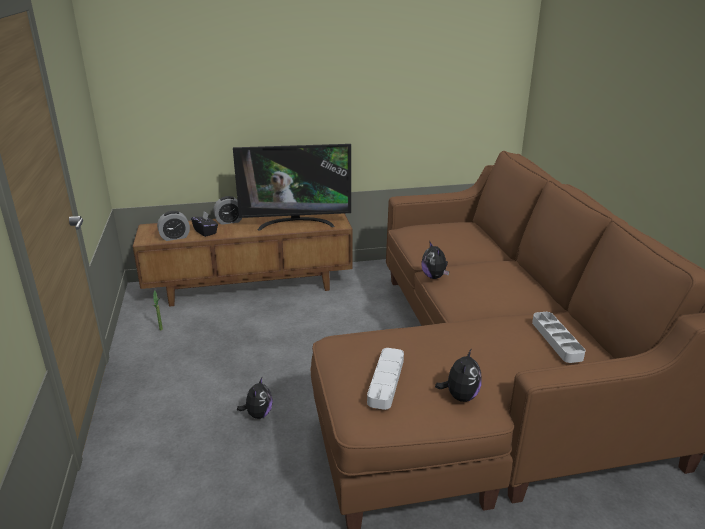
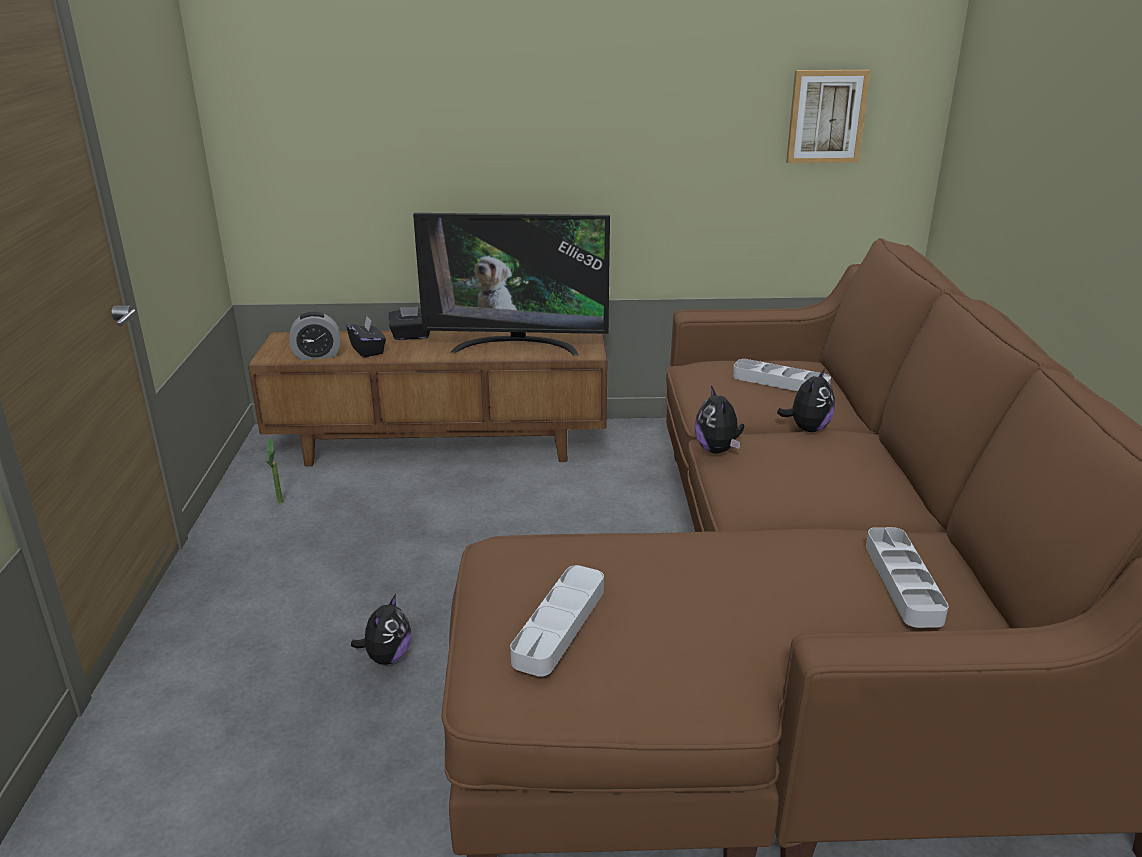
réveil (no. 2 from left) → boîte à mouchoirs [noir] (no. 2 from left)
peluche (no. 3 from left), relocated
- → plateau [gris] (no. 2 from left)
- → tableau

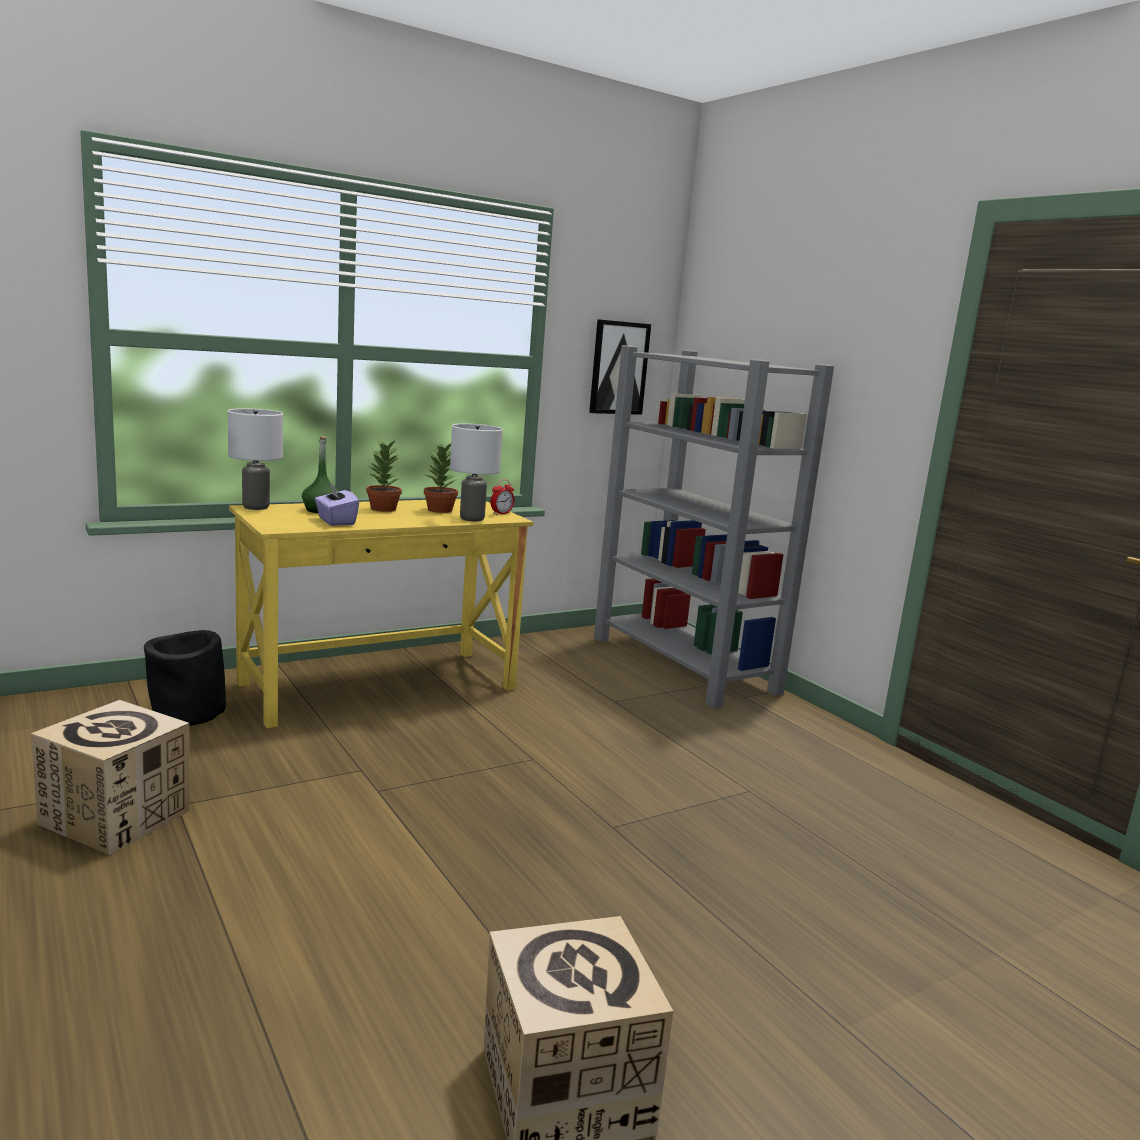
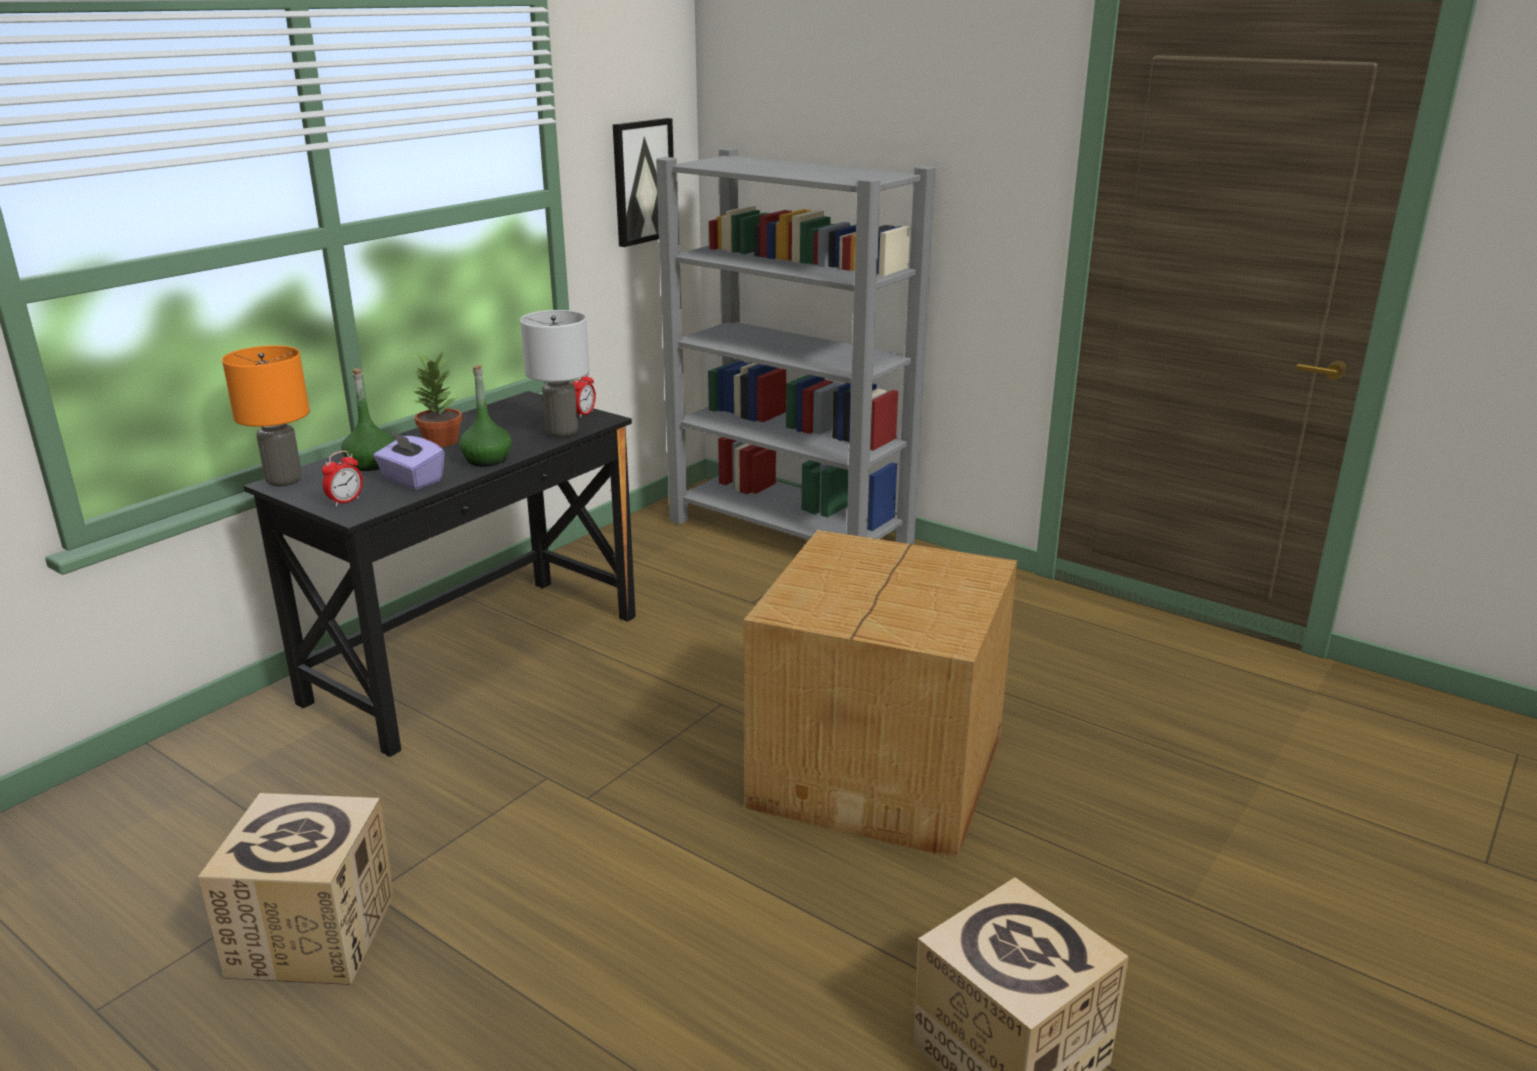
cache-pot [noir] → -
lampe de table [blanc] (no. 1 from left) → lampe de table [orange]
bureau [jaune] → bureau [noir]
plante en pot (no. 2 from left) → -
- → réveil (no. 1 from left)
- → bouteille [vert] (no. 2 from left)
- → carton (no. 2 from left)

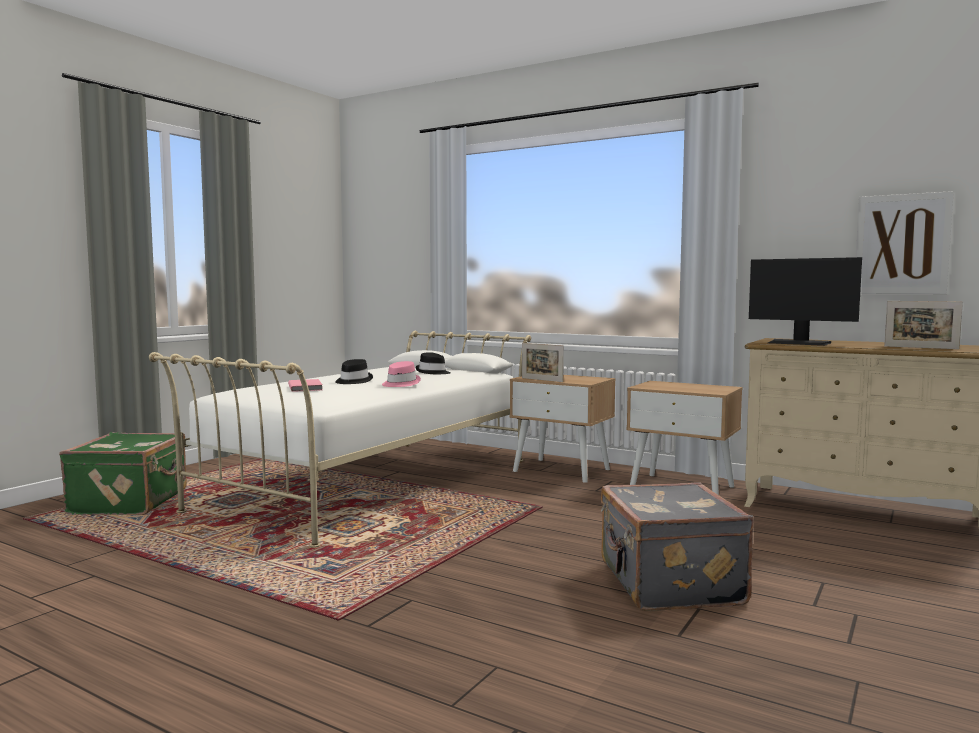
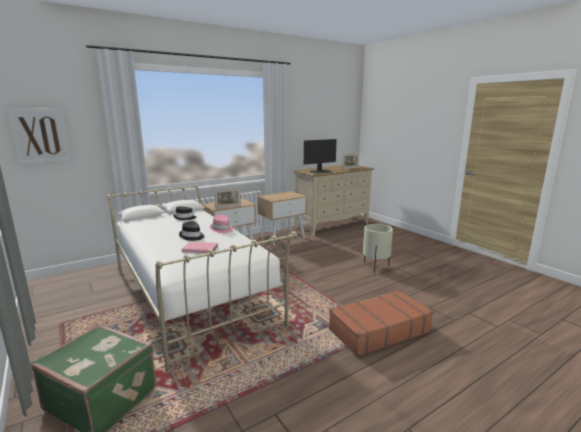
valise [gris] → cache-pot [beige]
tableau, relocated
- → valise [marron]

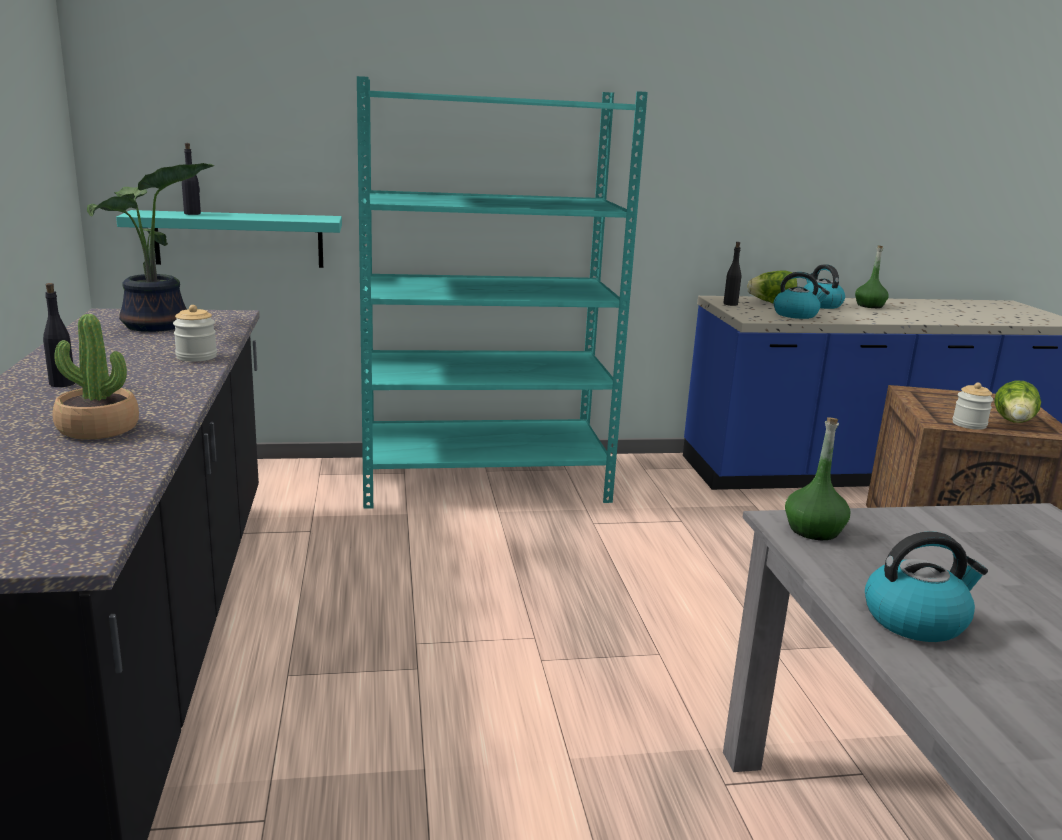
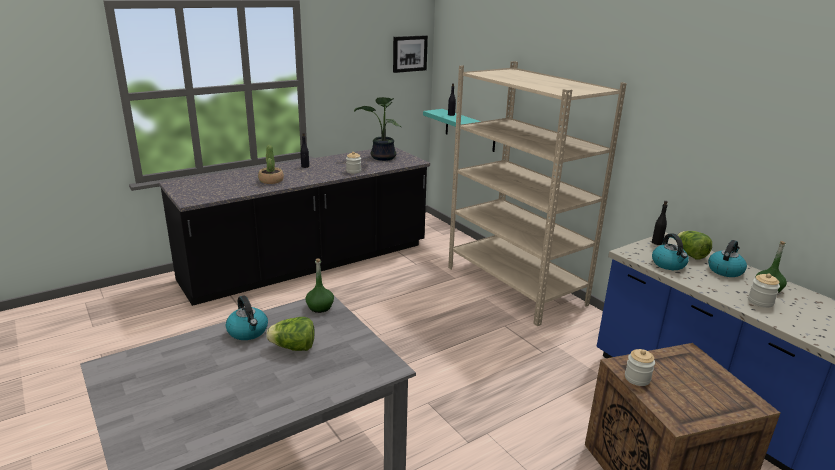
bibliothèque [turquoise] → bibliothèque [beige]
laitue (no. 2 from left in the first image) → laitue (no. 1 from left), relocated
- → tableau
- → bocal (no. 3 from left)

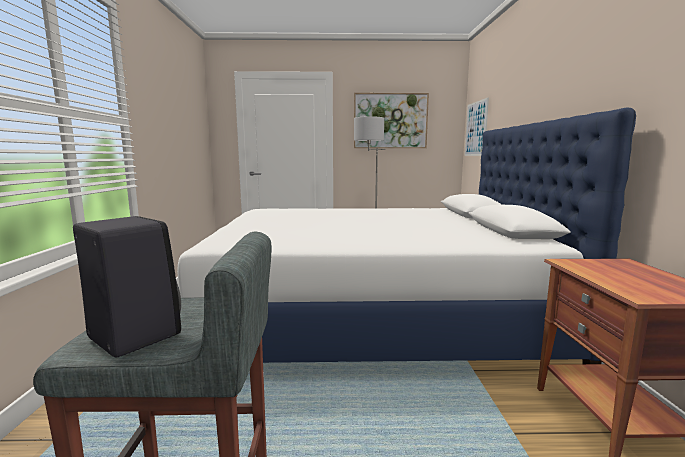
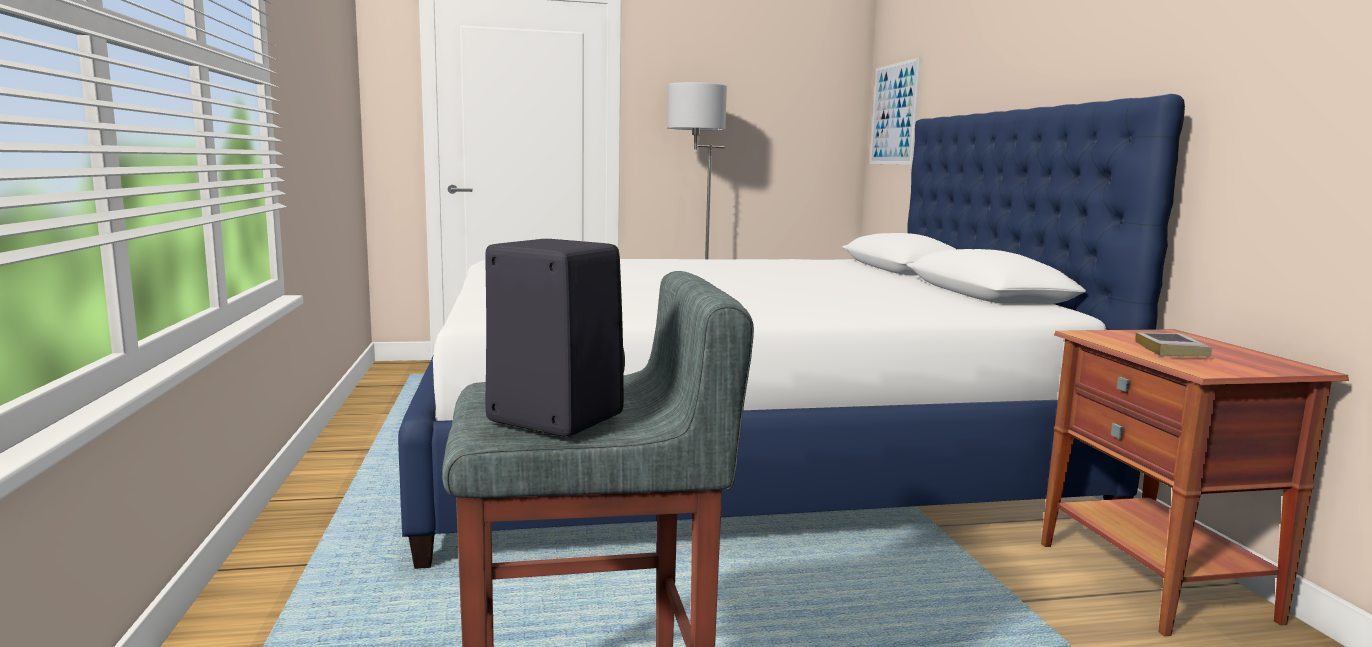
tableau (no. 1 from left) → -
- → livre

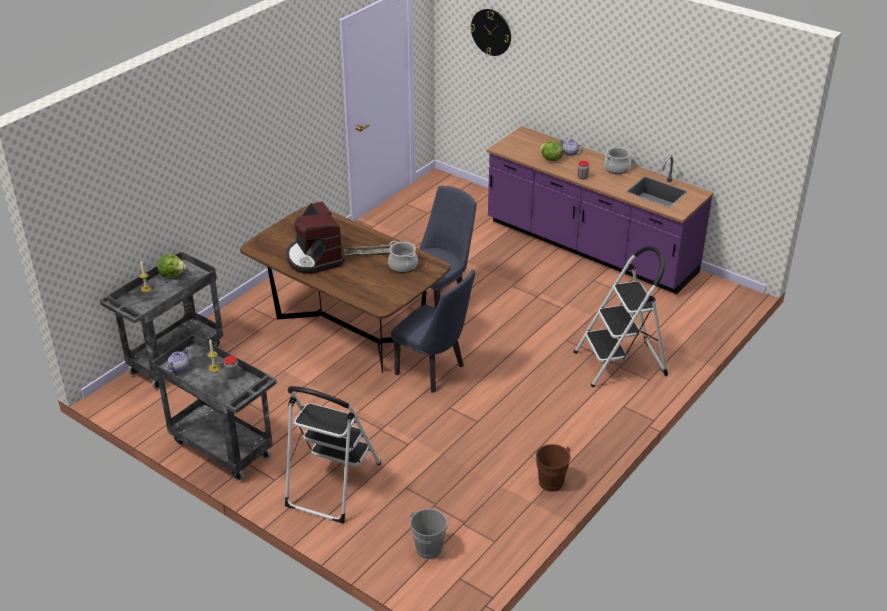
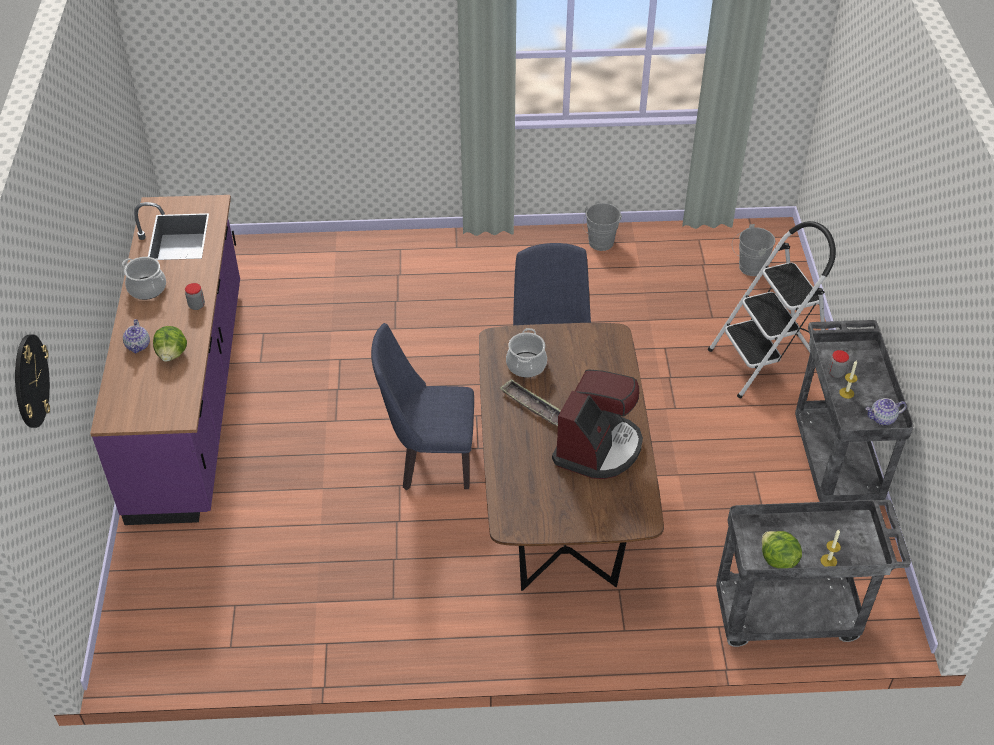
seau [marron] → seau [gris] (no. 1 from left)
escabeau (no. 2 from left) → -

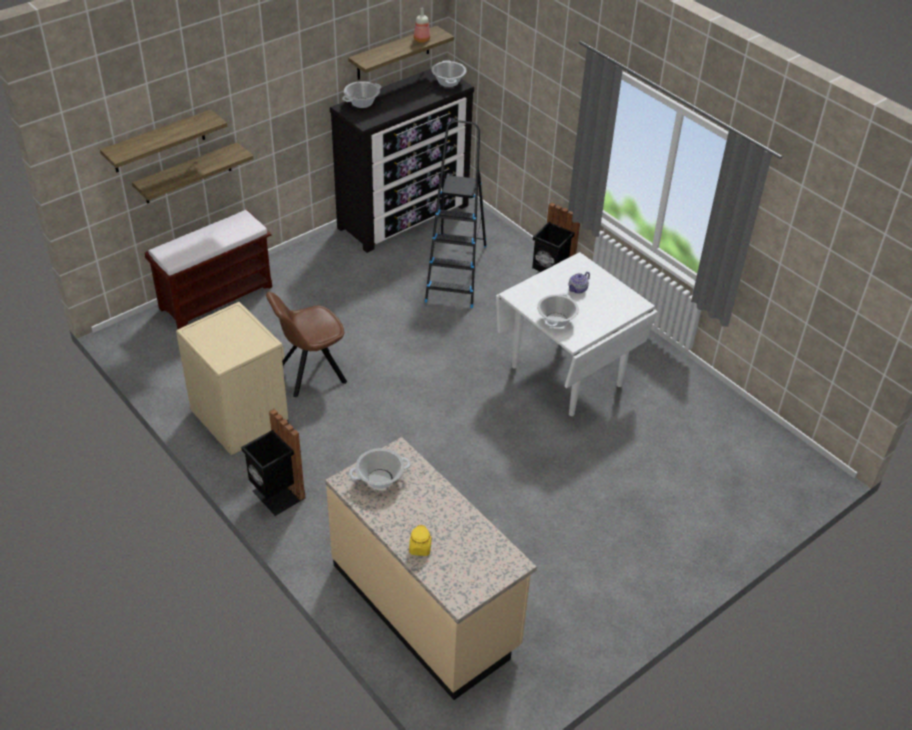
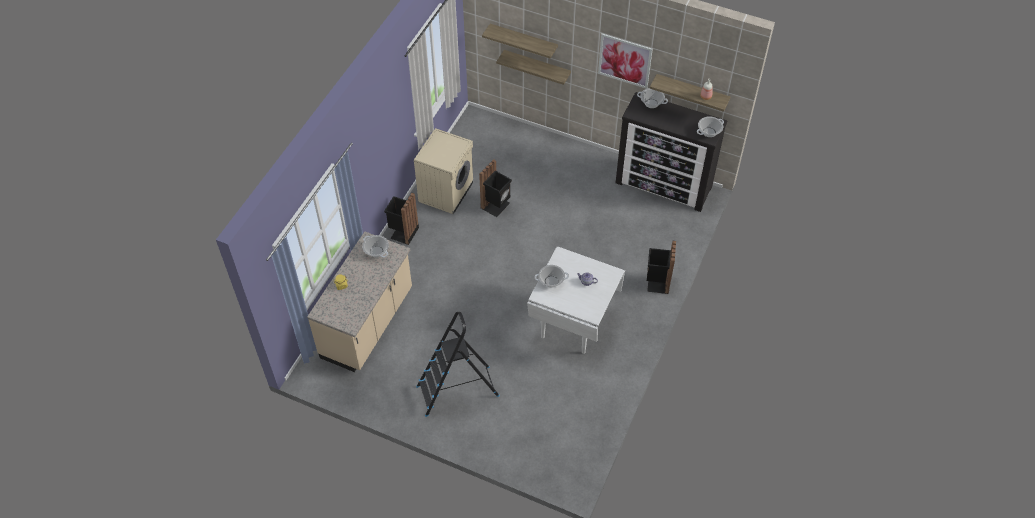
banc [marron] → -
chaise [marron] → poubelle [noir] (no. 2 from left)
escabeau [noir], relocated
- → tableau

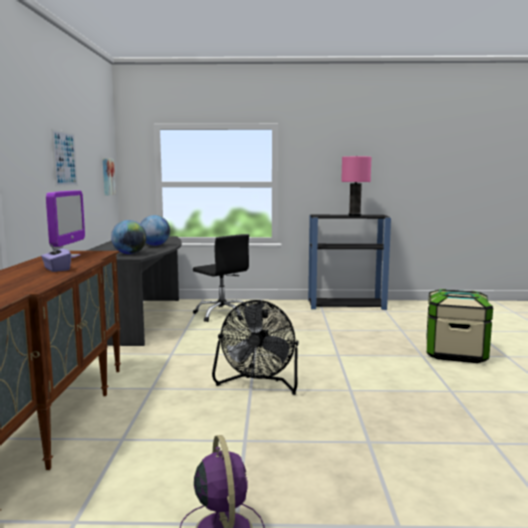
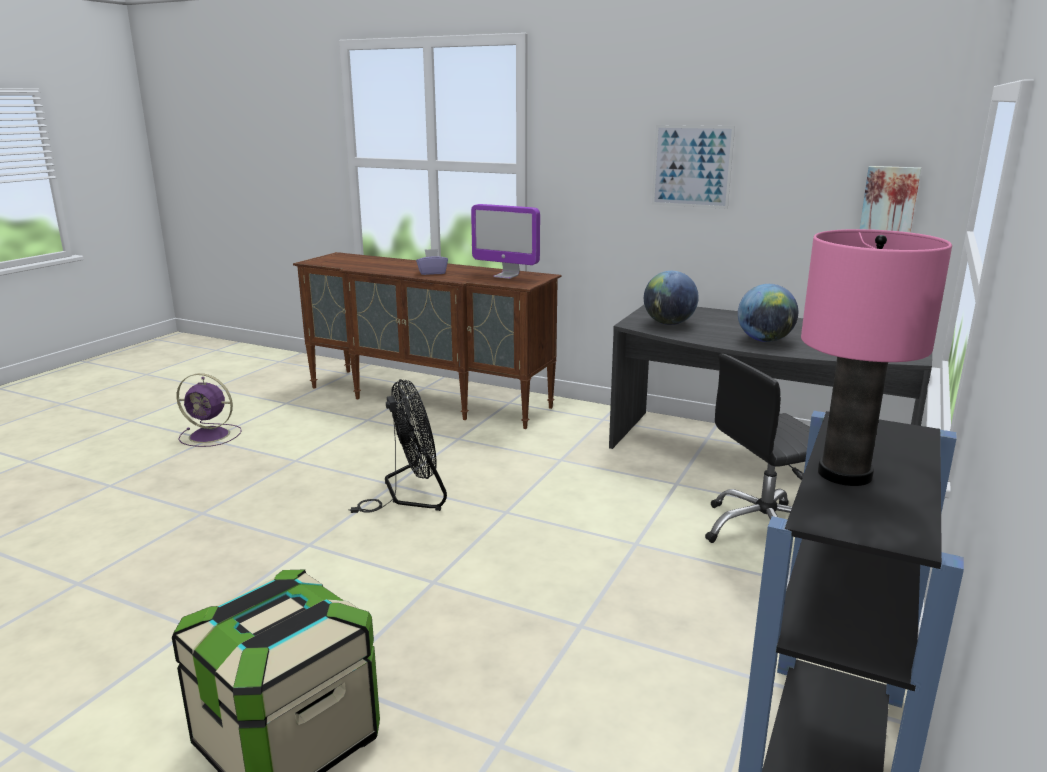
ventilateur [noir], 120 degrees clockwise

